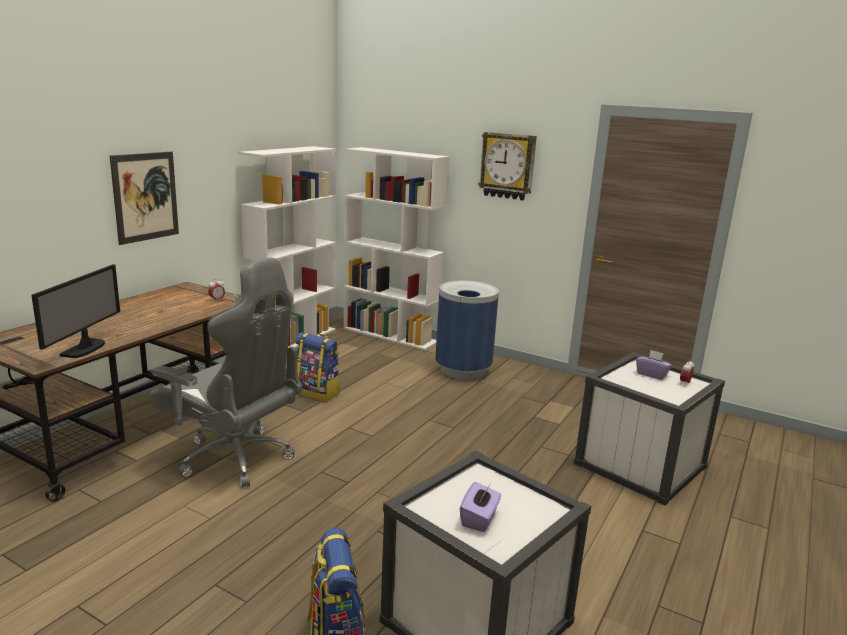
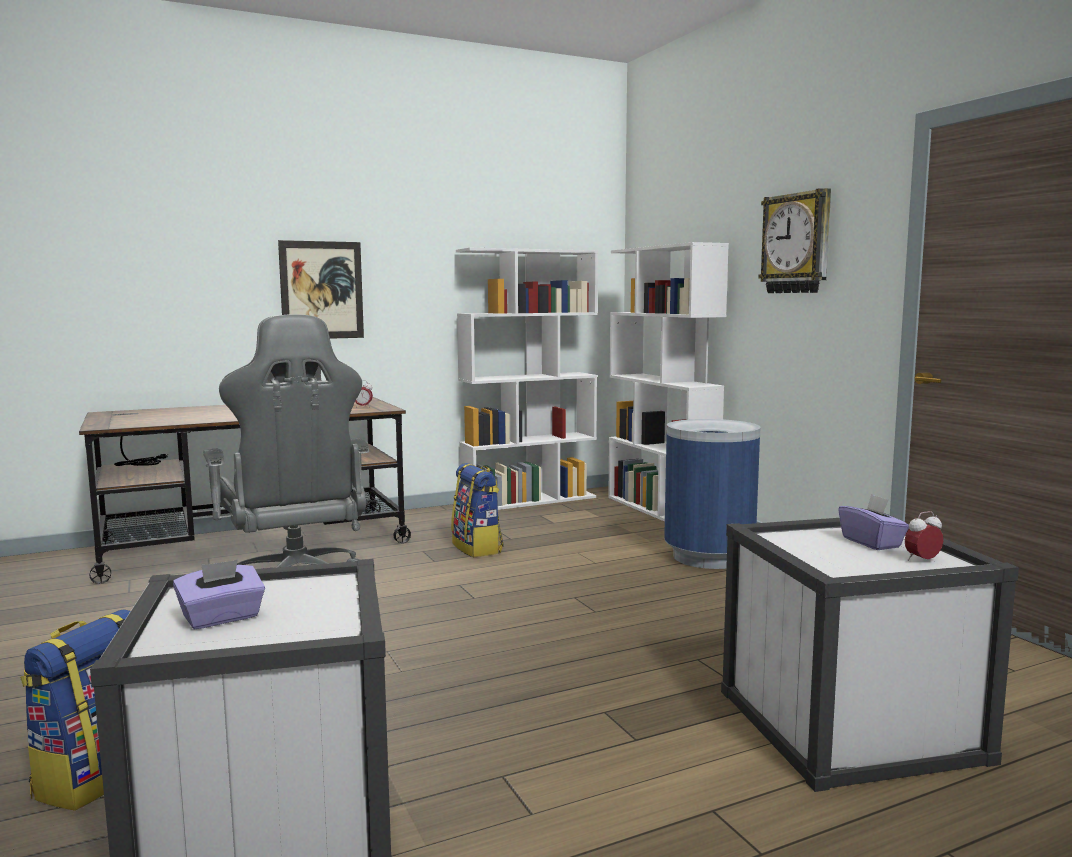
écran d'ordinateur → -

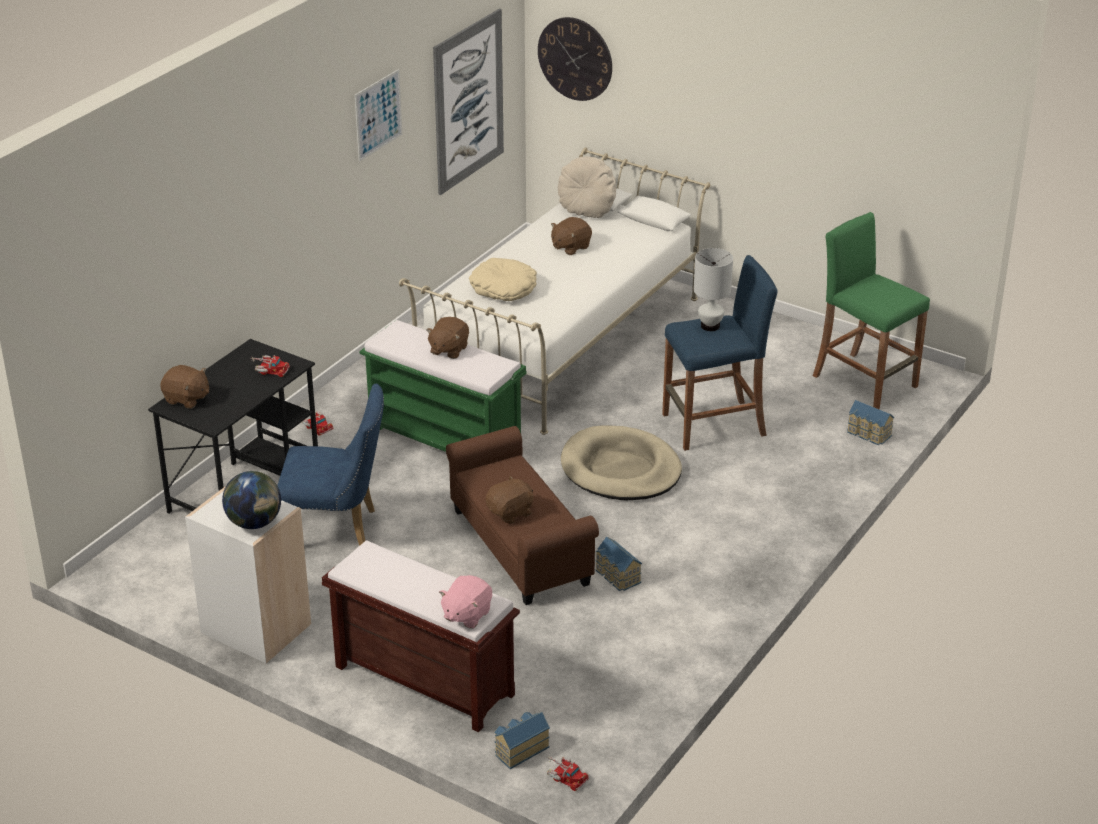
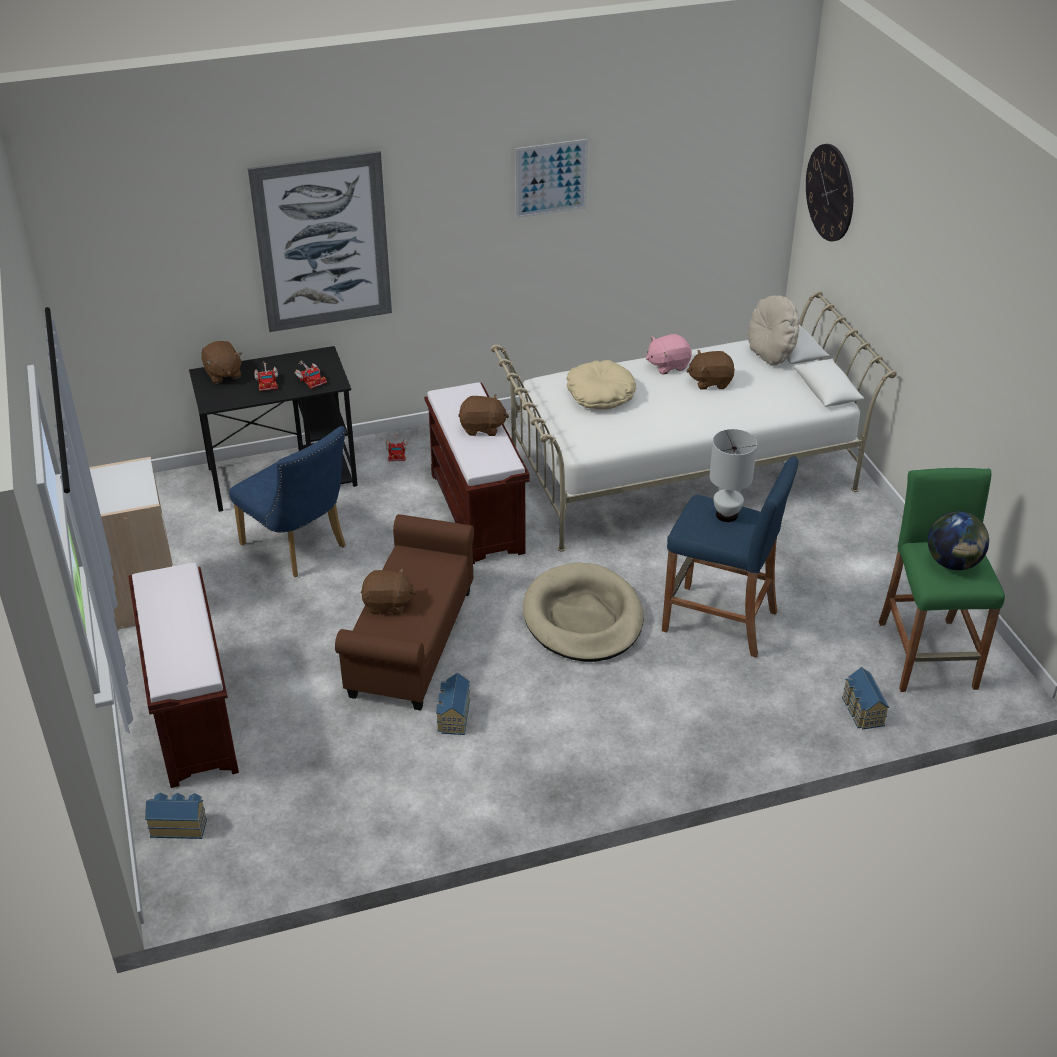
globe, relocated
banc [vert] → banc [marron] (no. 2 from left)
peluche [marron] (no. 2 from left in the first image) → peluche [marron] (no. 3 from left), 150 degrees counterclockwise
tableau (no. 2 from left in the first image) → tableau (no. 1 from left), relocated
peluche [rose], relocated
camion jouet (no. 3 from left in the first image) → camion jouet (no. 1 from left), relocated

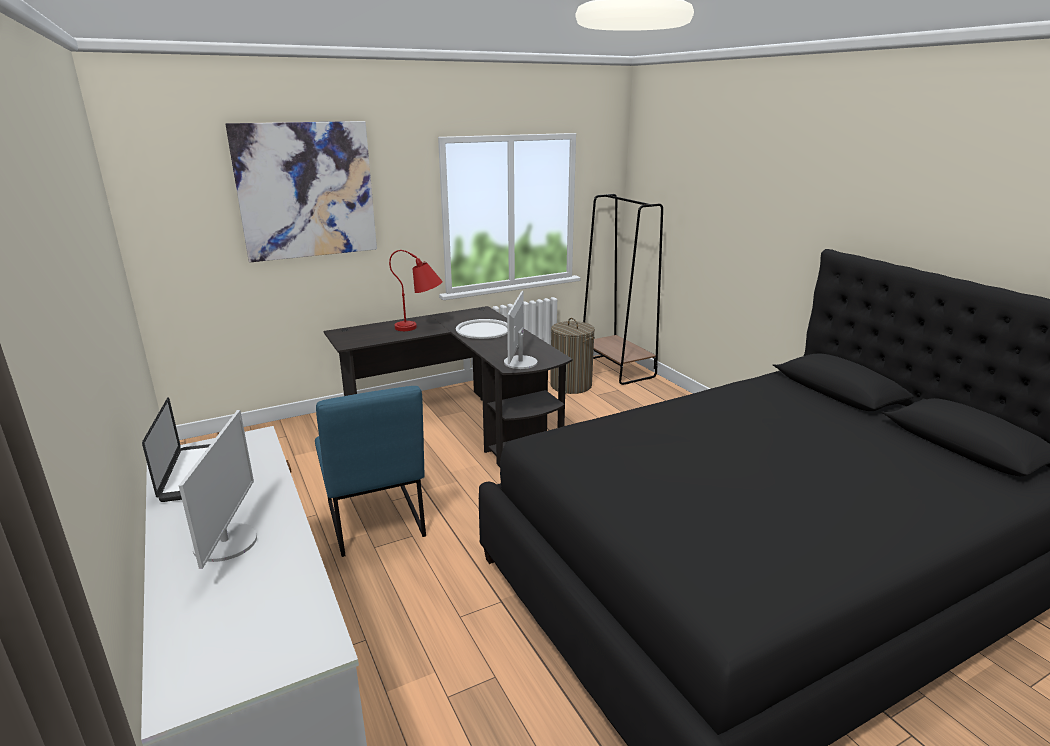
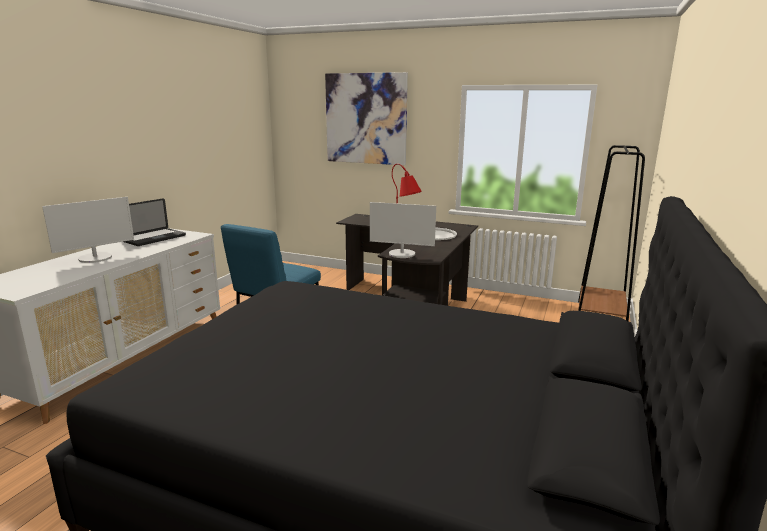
écran d'ordinateur (no. 2 from left), 135 degrees counterclockwise
panier à linge → -

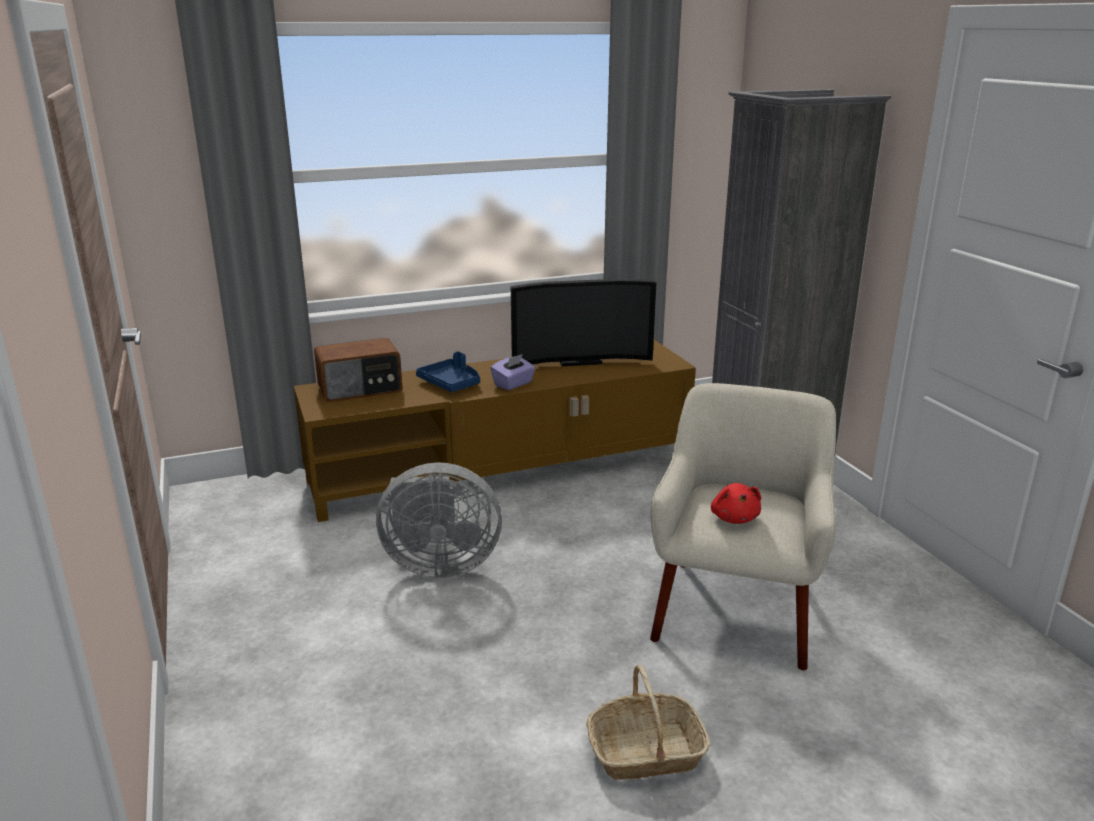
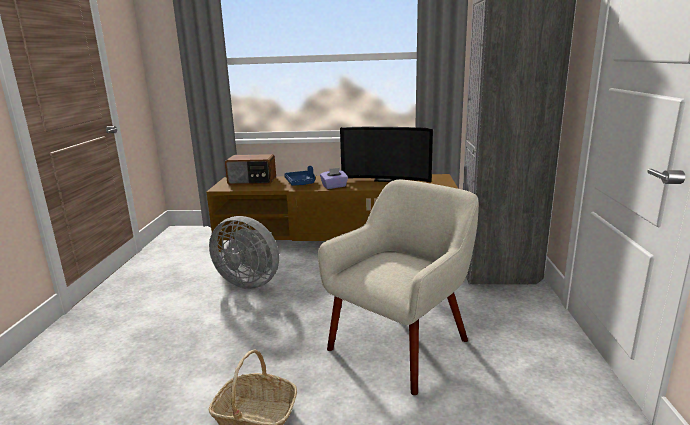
peluche [rouge] → -

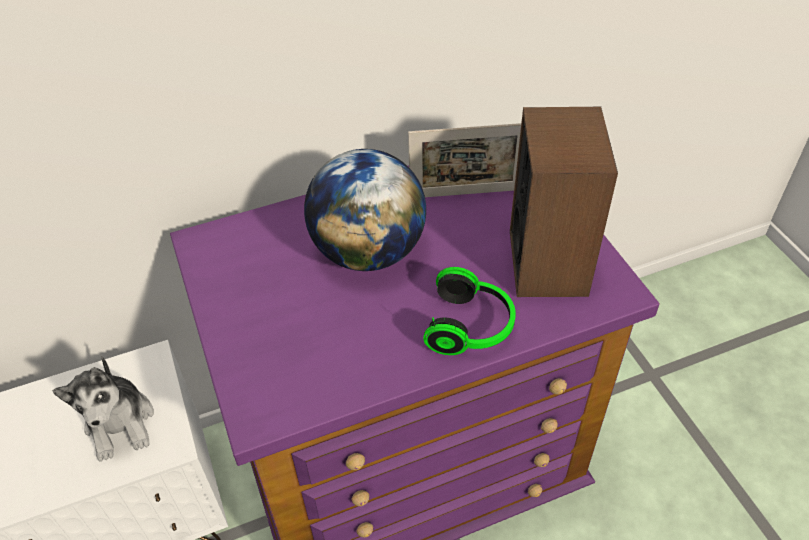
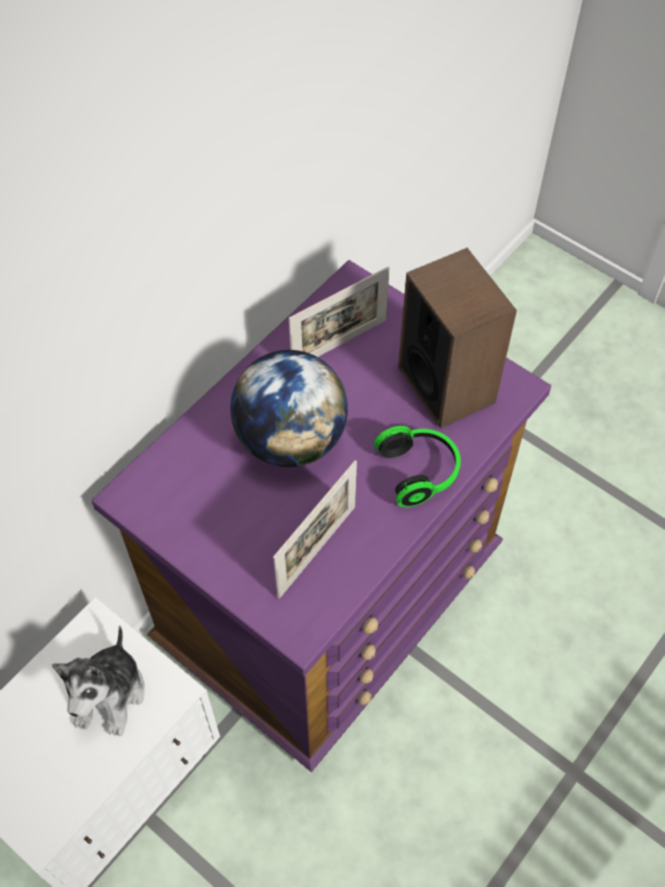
peluche, 60 degrees clockwise
- → cadre photo (no. 1 from left)

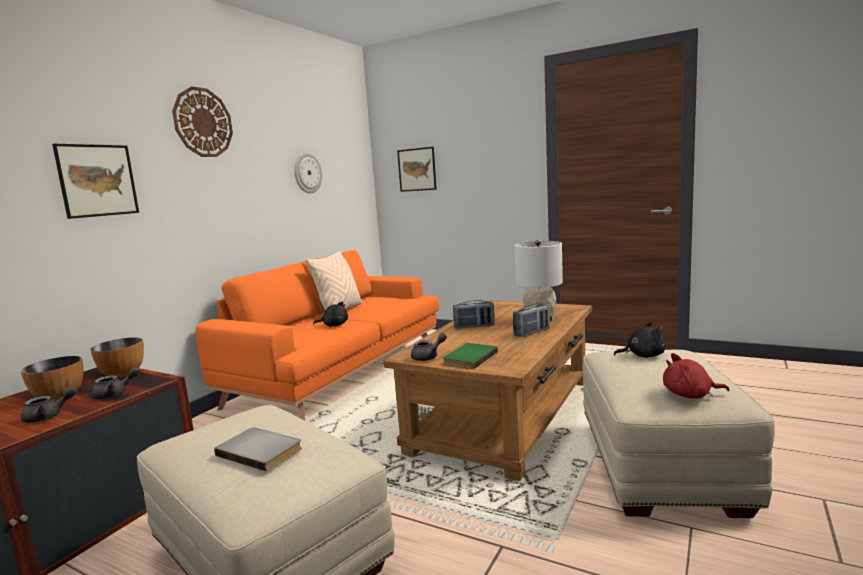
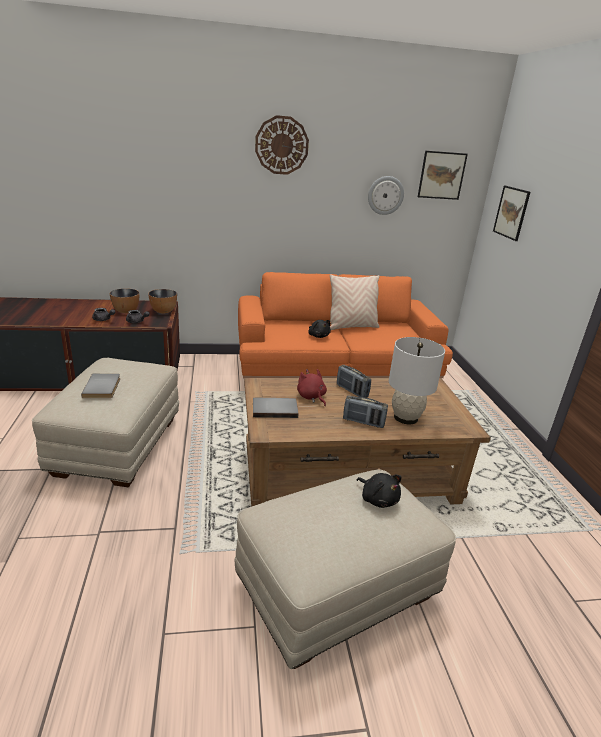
tableau (no. 1 from left), relocated
théière [gris] (no. 3 from left) → -
livre [vert] → livre [gris] (no. 2 from left)
peluche [rouge], relocated

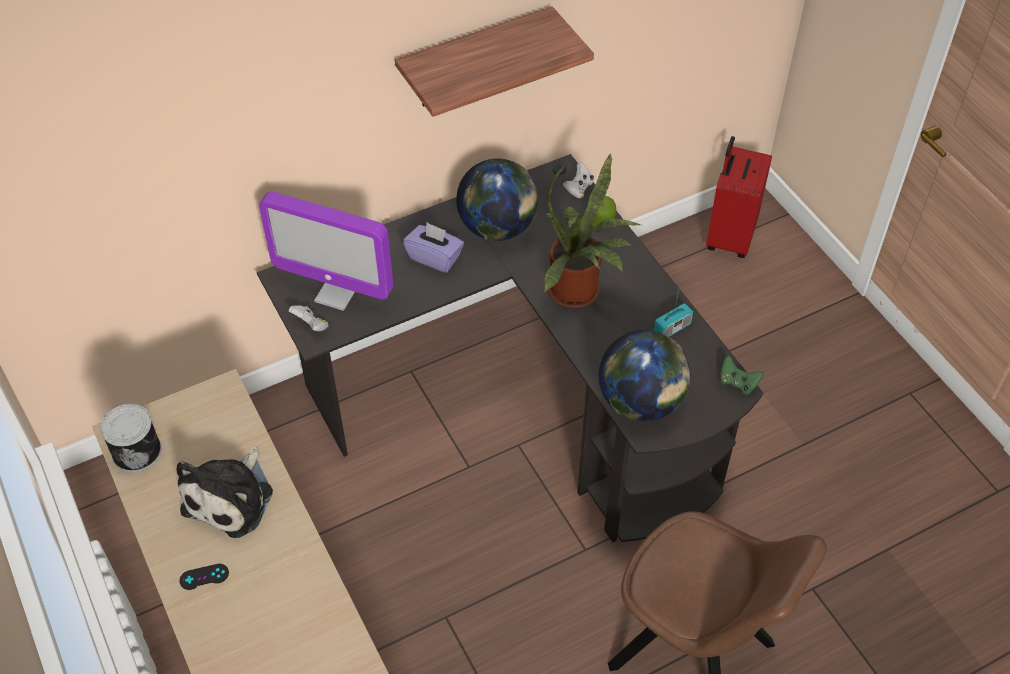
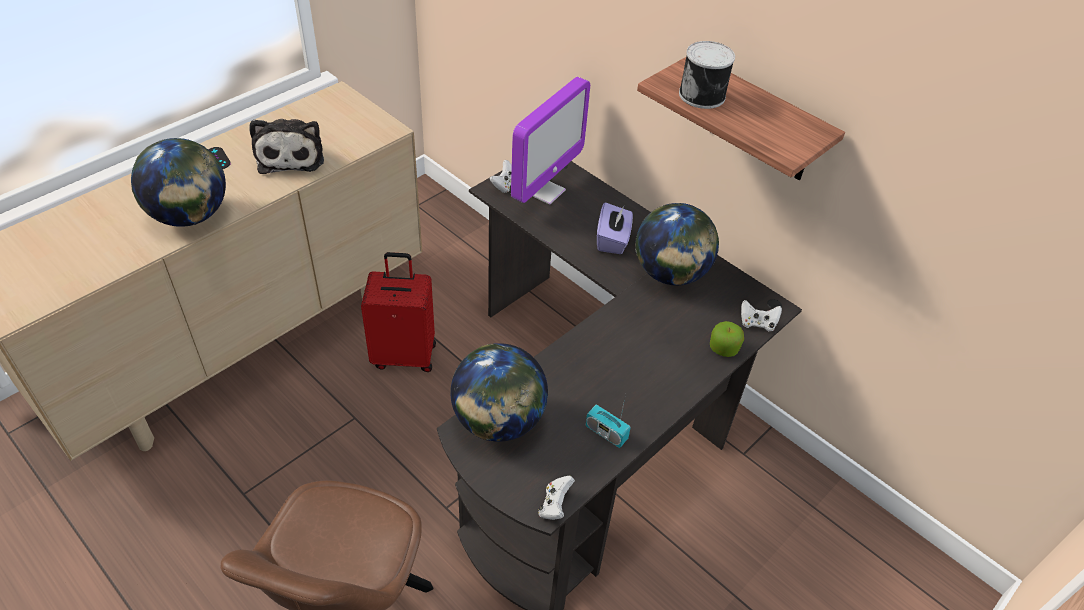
boîte métallique, relocated
peluche, 105 degrees counterclockwise
écran d'ordinateur, 150 degrees counterclockwise
plante en pot → -
valise [rouge], relocated
manette [vert] → manette [blanc] (no. 2 from left)
- → globe (no. 1 from left)

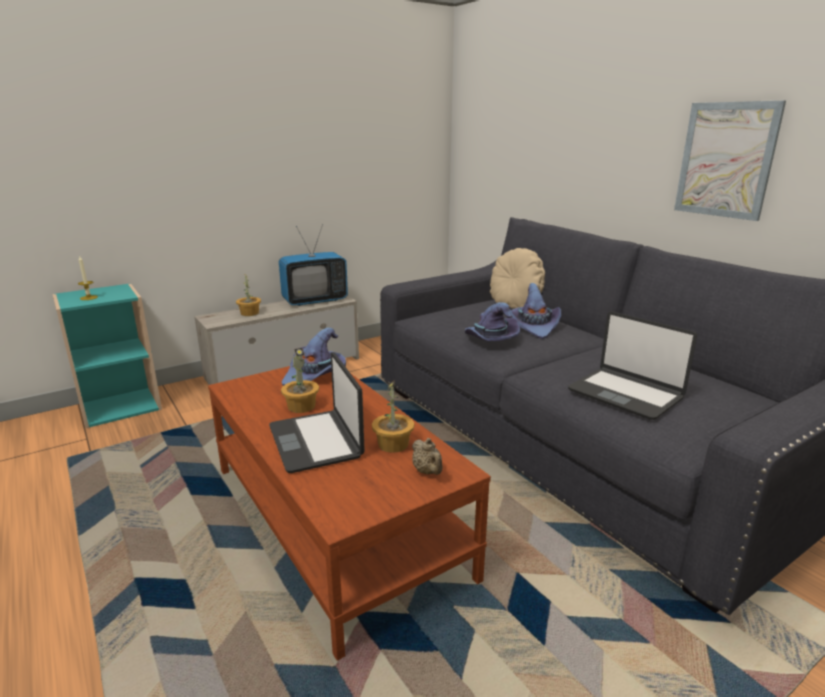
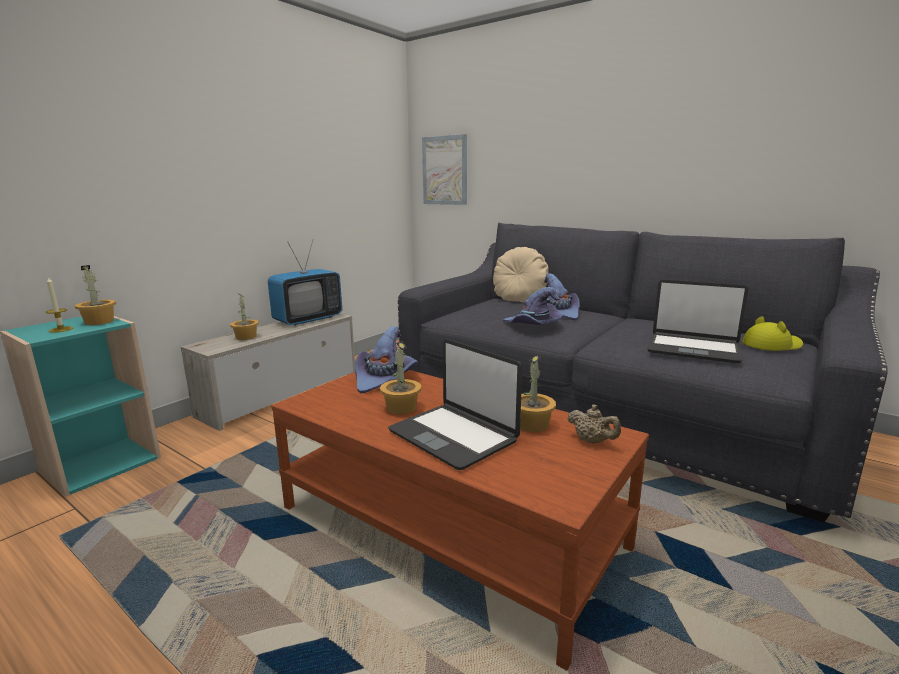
tableau, relocated
- → plante en pot (no. 1 from left)
- → chapeau [jaune]

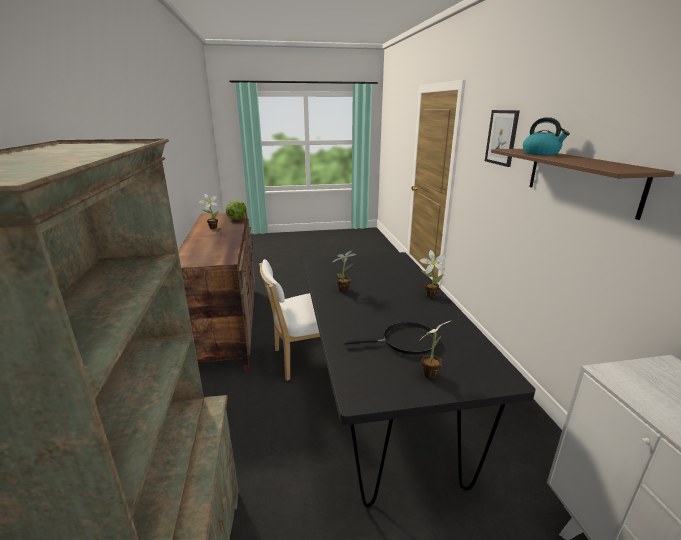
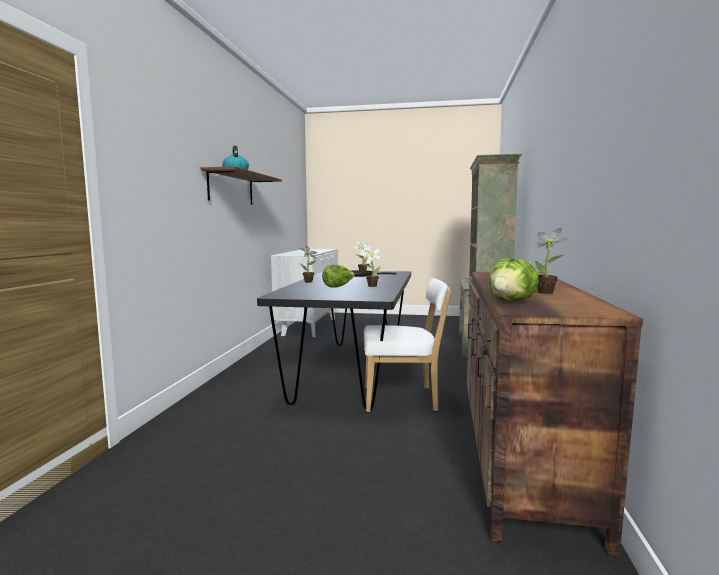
tableau → -
- → laitue (no. 1 from left)

